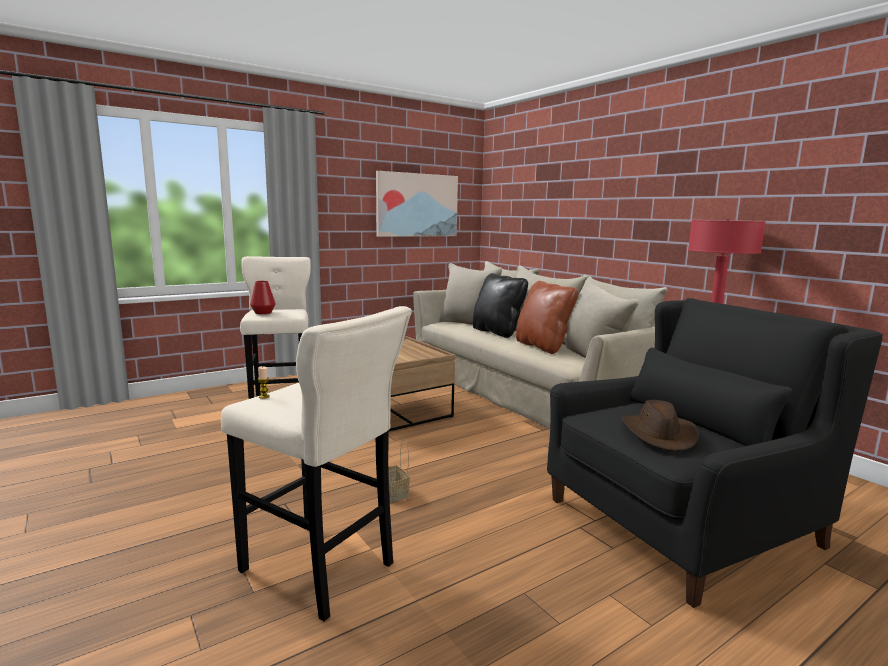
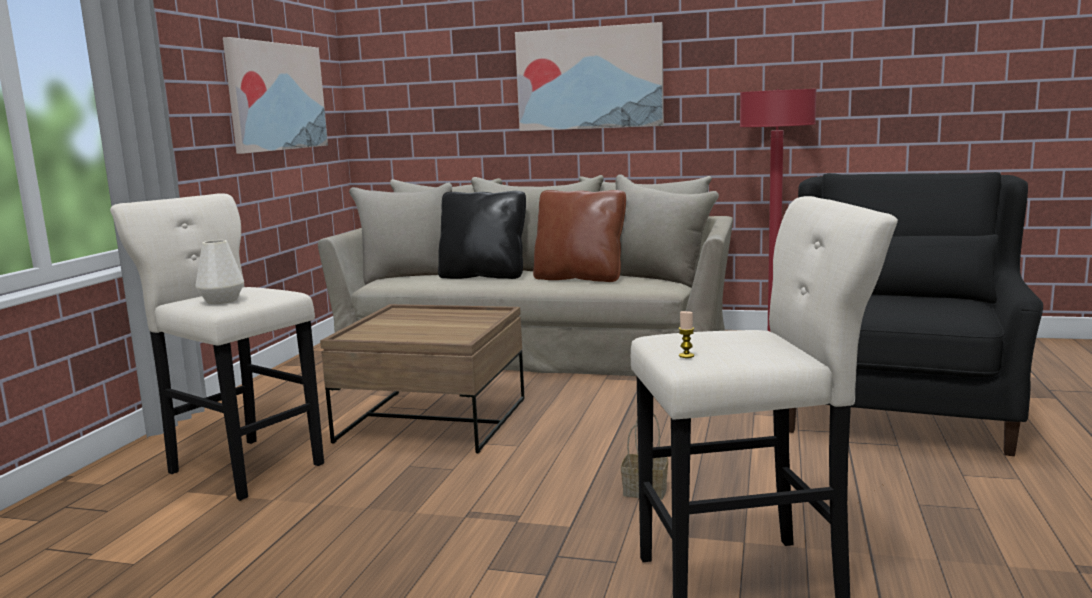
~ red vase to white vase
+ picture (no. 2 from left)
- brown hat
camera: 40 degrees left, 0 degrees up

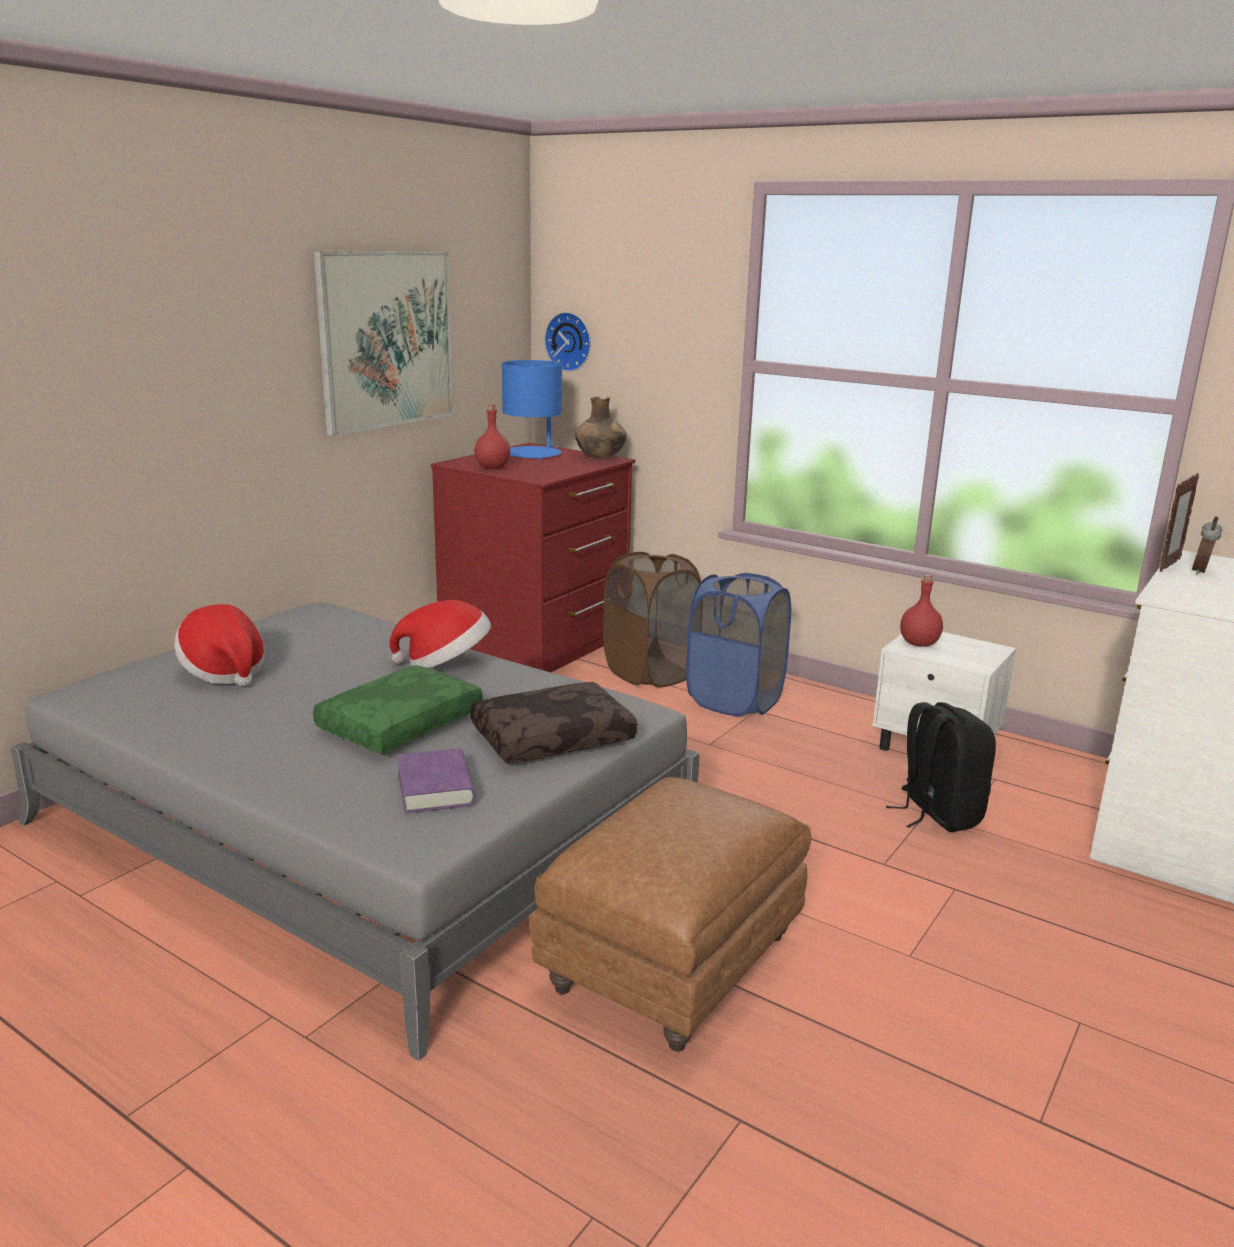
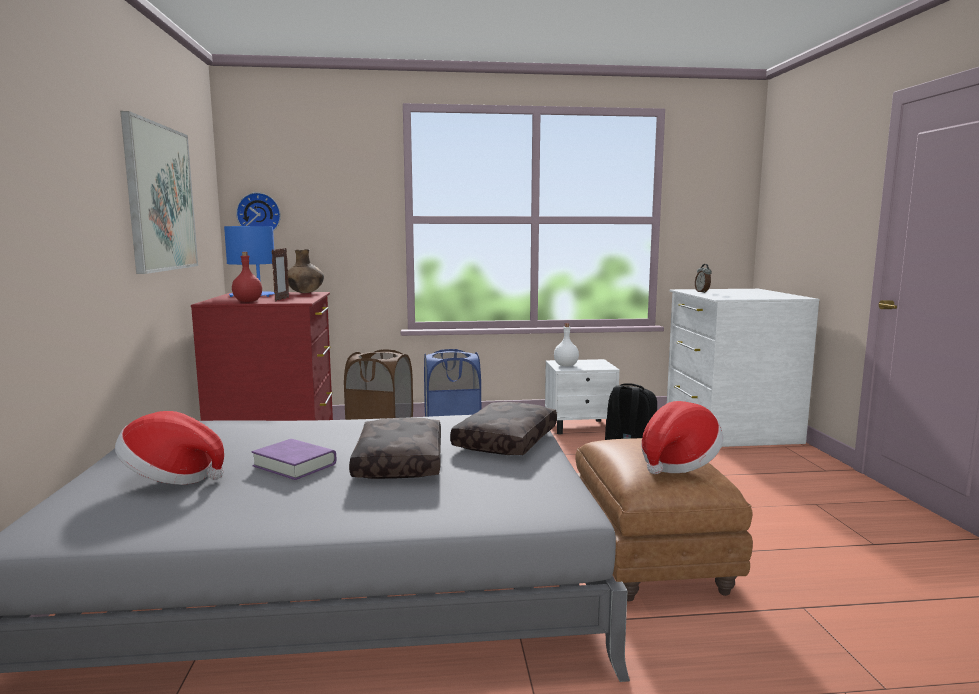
~ purple book
~ picture frame
~ green pillow to brown pillow (no. 1 from left)
~ red bottle (no. 2 from left) to white bottle
~ hat (no. 2 from left)
camera: 40 degrees left, 10 degrees down

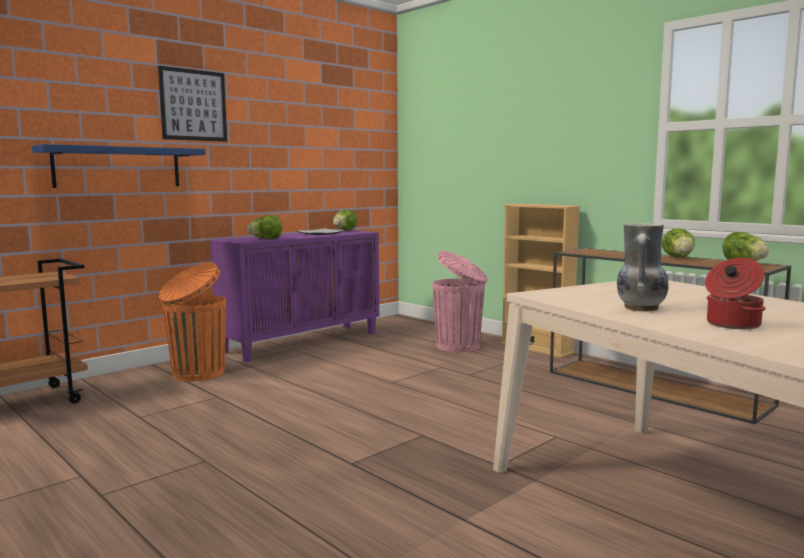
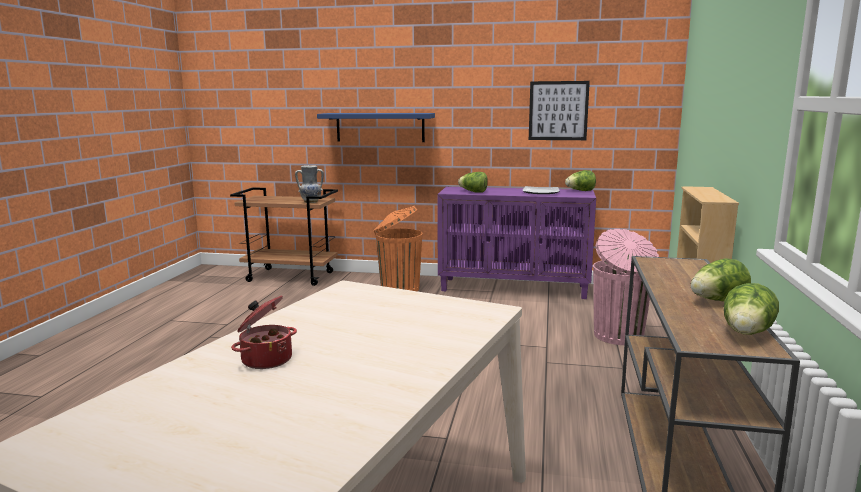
~ vase
~ picture
camera: 55 degrees right, 5 degrees up

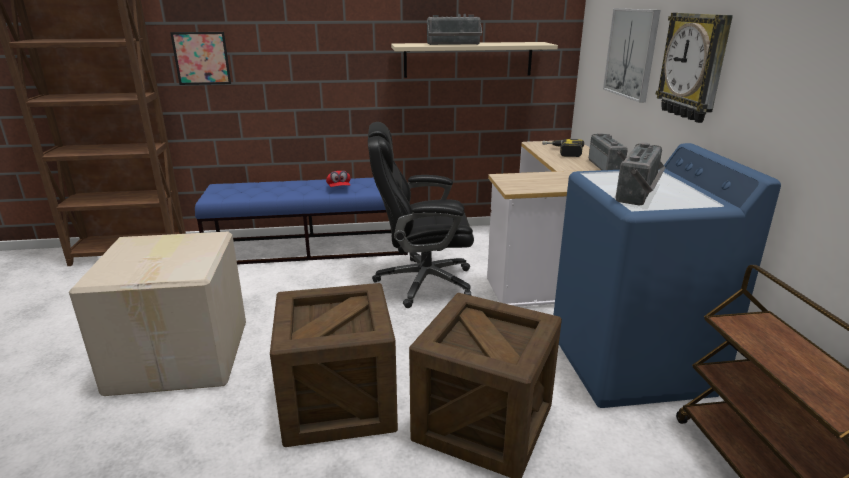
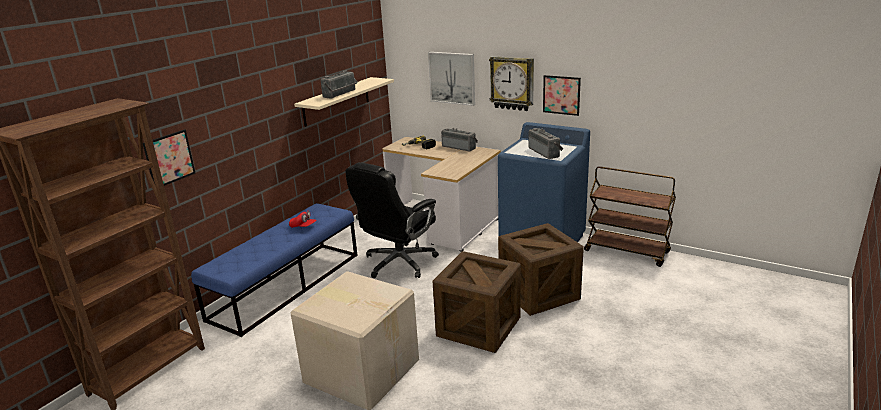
+ picture (no. 3 from left)
camera: 50 degrees left, 0 degrees up

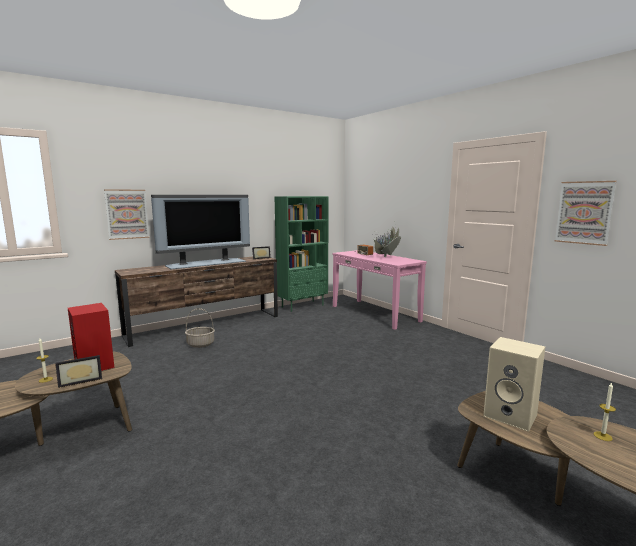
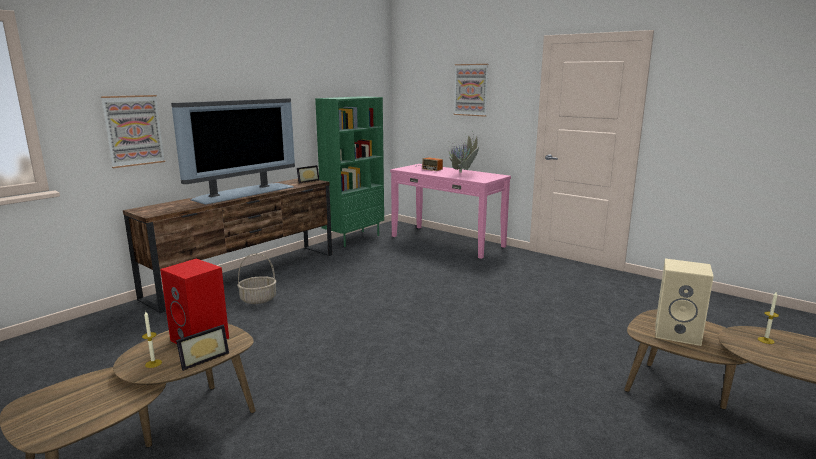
~ picture (no. 2 from left)
camera: 15 degrees left, 5 degrees up

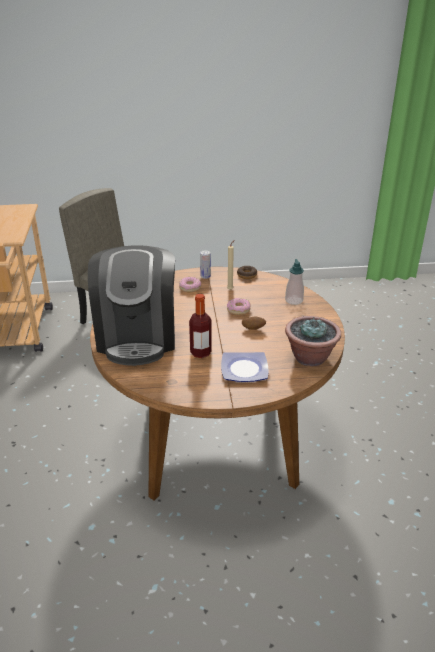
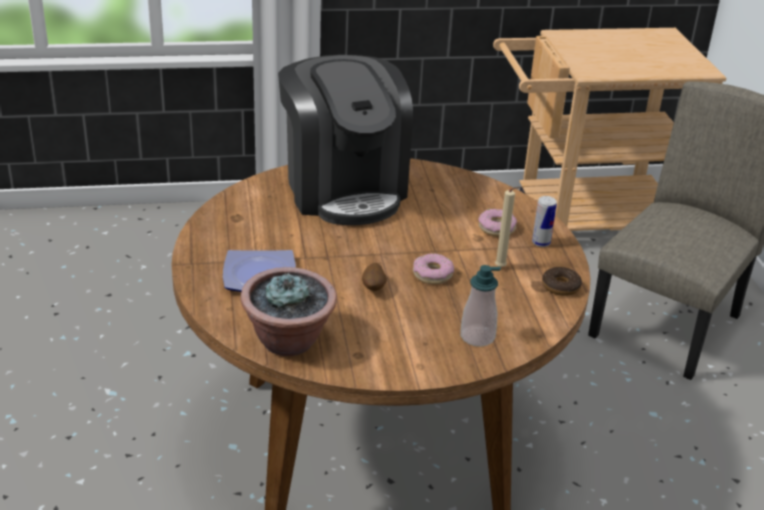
~ coffee machine 105 degrees counterclockwise
- bottle
camera: 85 degrees right, 0 degrees up

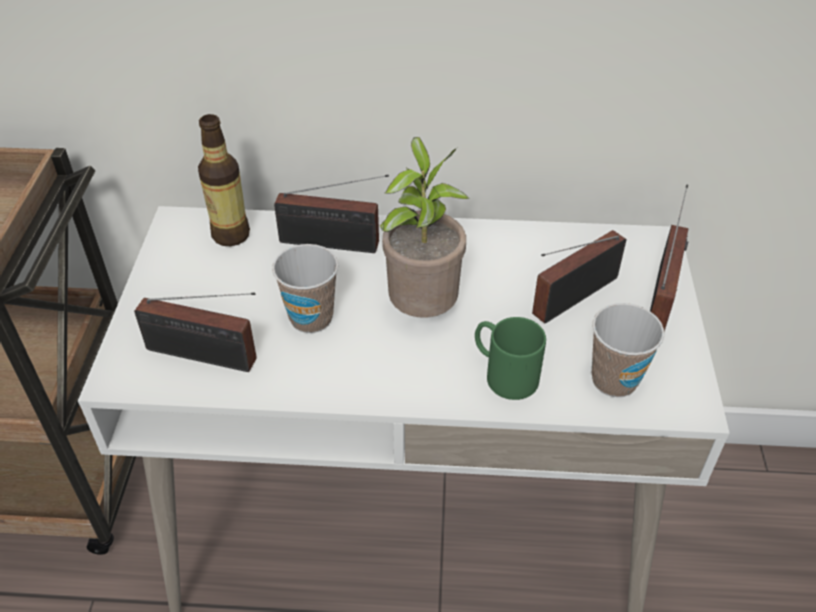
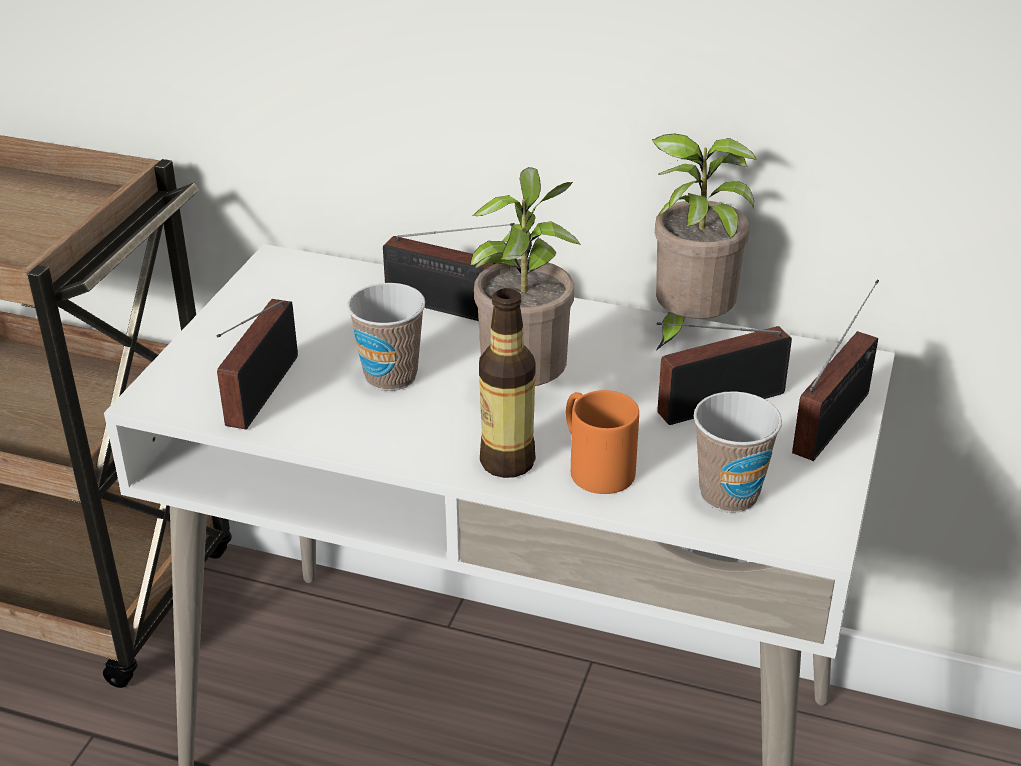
~ radio (no. 1 from left) 75 degrees clockwise
~ bottle
~ green mug to orange mug
+ potted plant (no. 2 from left)
camera: 15 degrees right, 10 degrees down

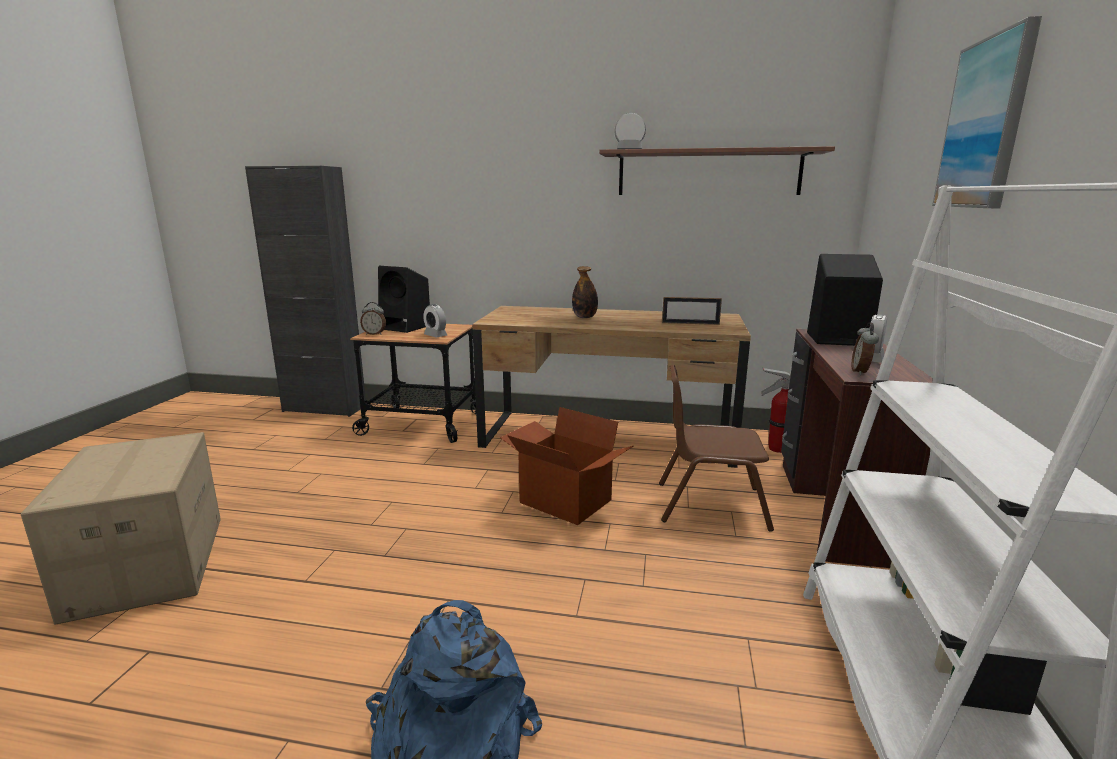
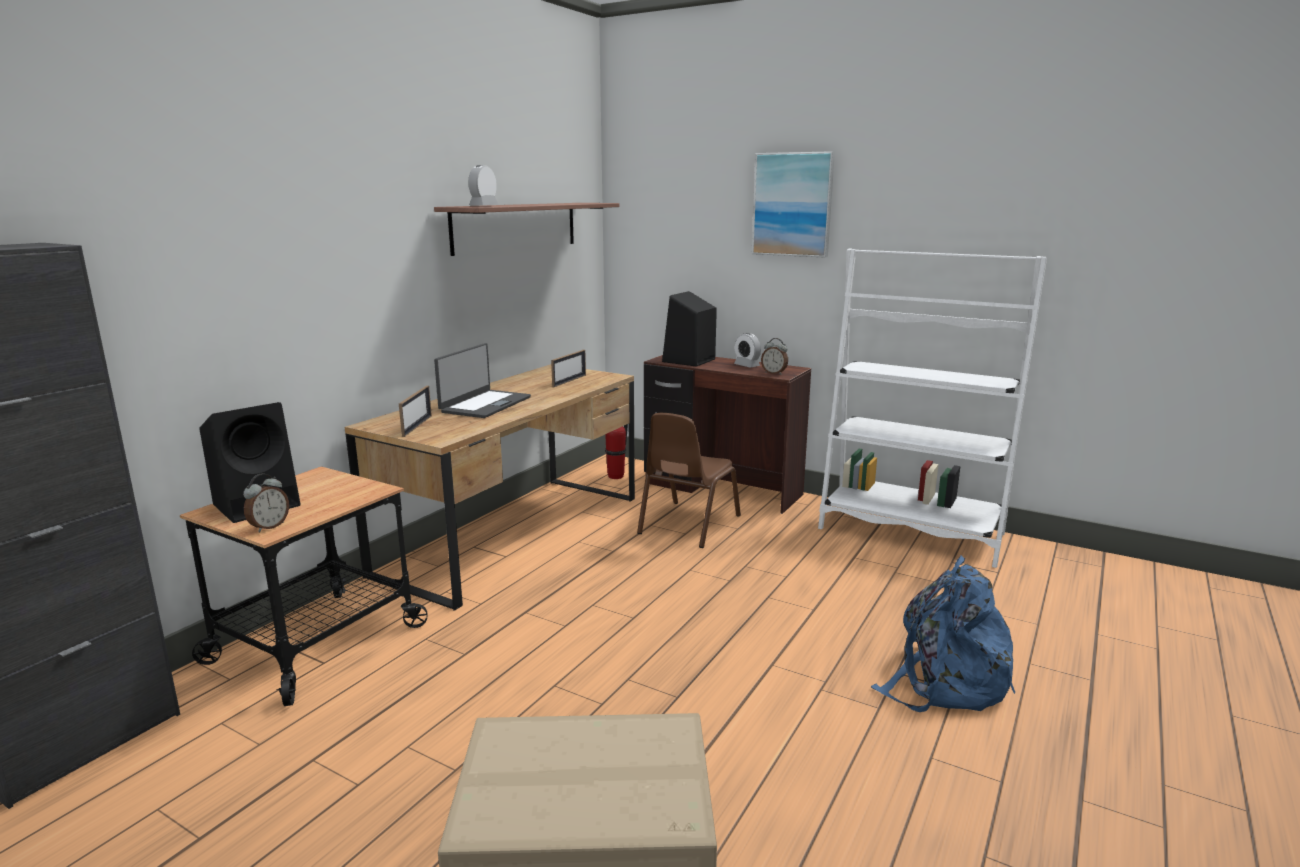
+ picture frame (no. 1 from left)
~ bottle to laptop
- alarm clock (no. 2 from left)
- cardboard box (no. 2 from left)
camera: 70 degrees left, 0 degrees up

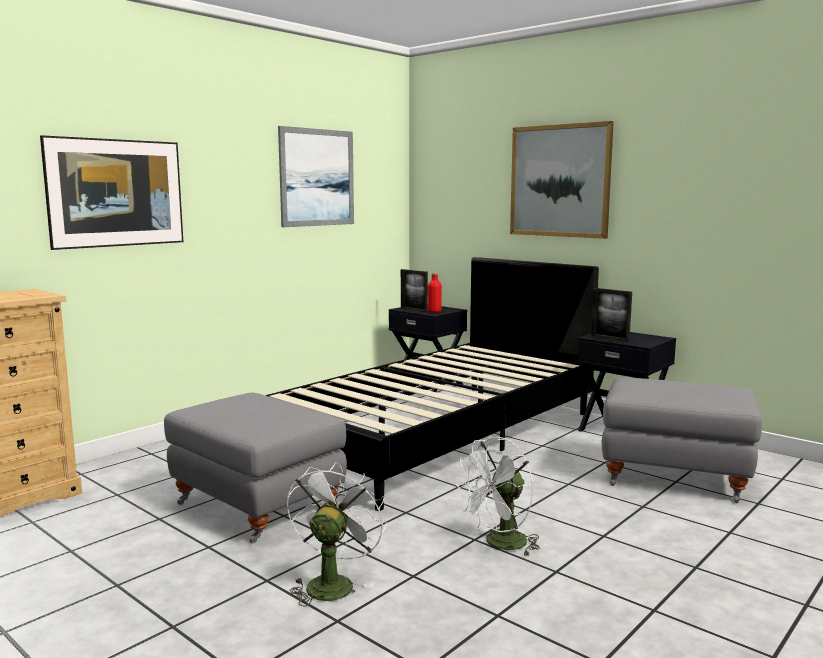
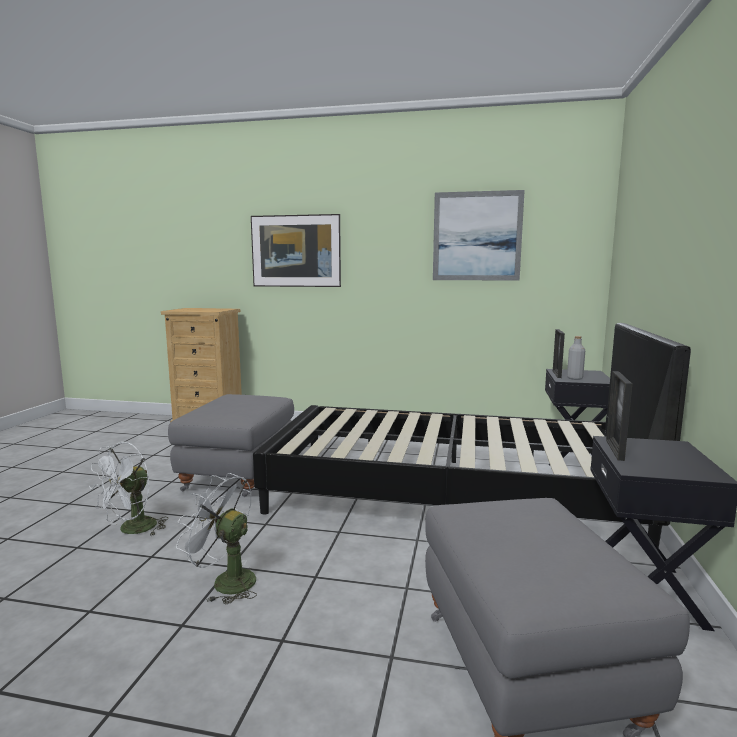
~ white fan (no. 1 from left) 135 degrees clockwise
~ red bottle to grey bottle
- picture (no. 3 from left)
camera: 60 degrees right, 0 degrees up

